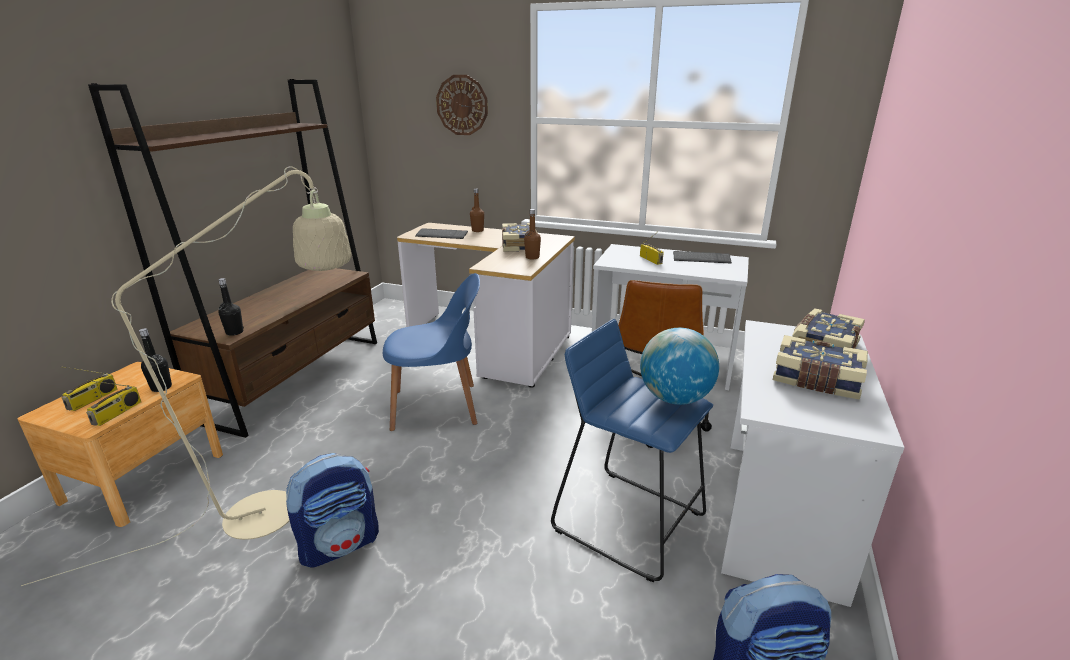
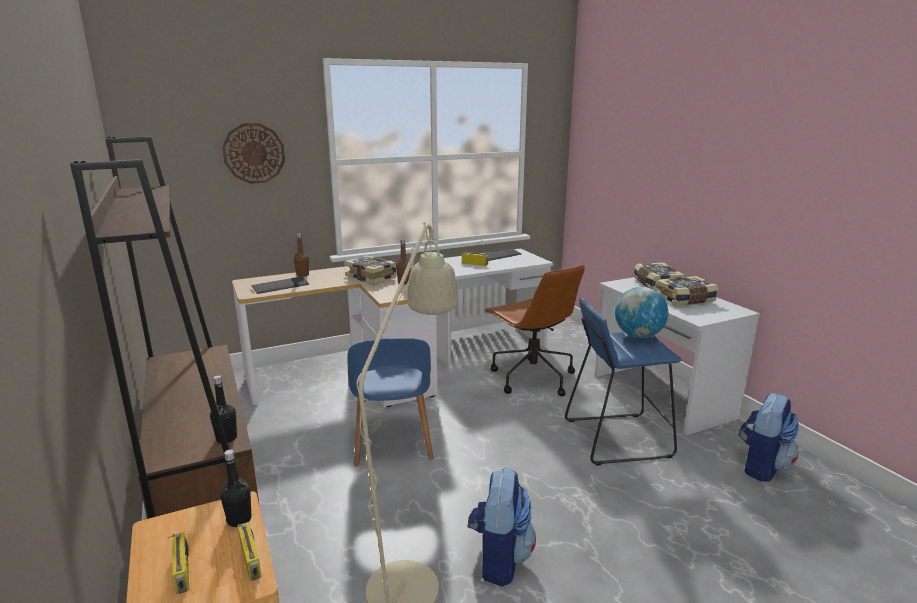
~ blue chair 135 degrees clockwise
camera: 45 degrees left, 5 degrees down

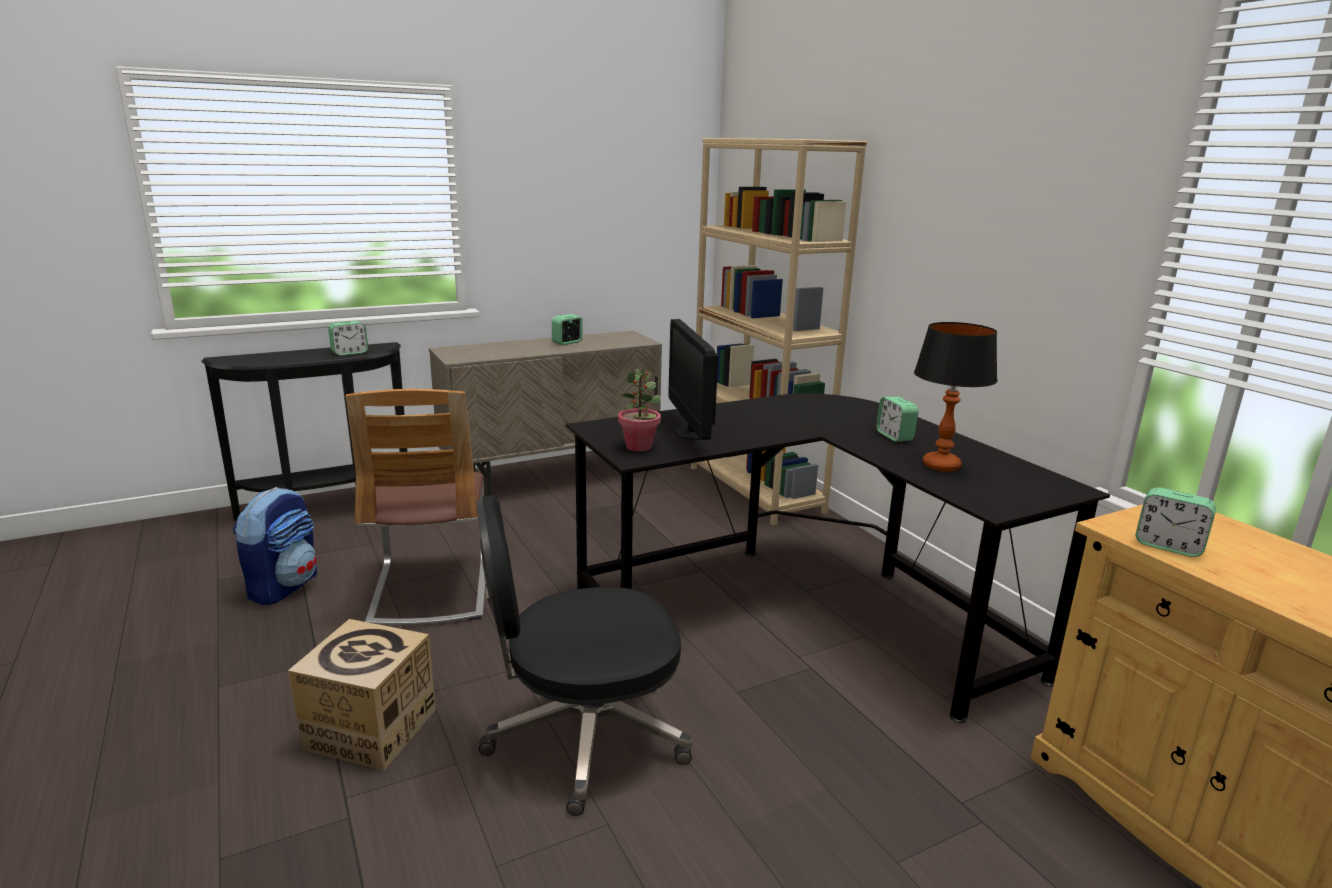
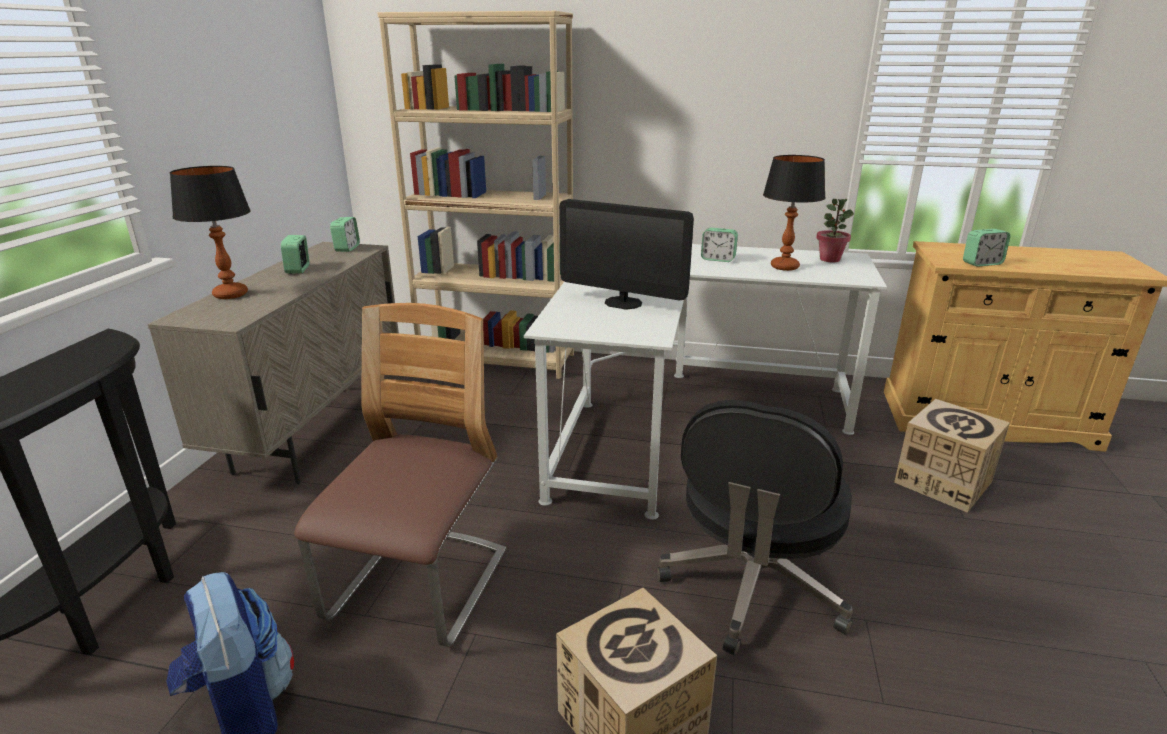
+ table lamp (no. 1 from left)
~ chair 105 degrees counterclockwise
~ alarm clock (no. 1 from left in the first image) to alarm clock (no. 2 from left)
~ black desk to white desk
~ potted plant
+ cardboard box (no. 2 from left)
camera: 50 degrees left, 5 degrees up

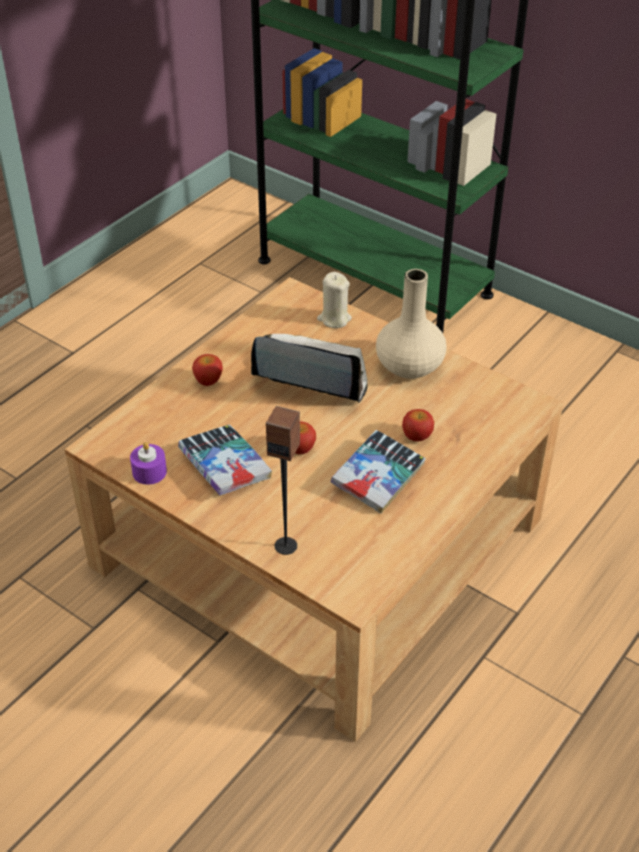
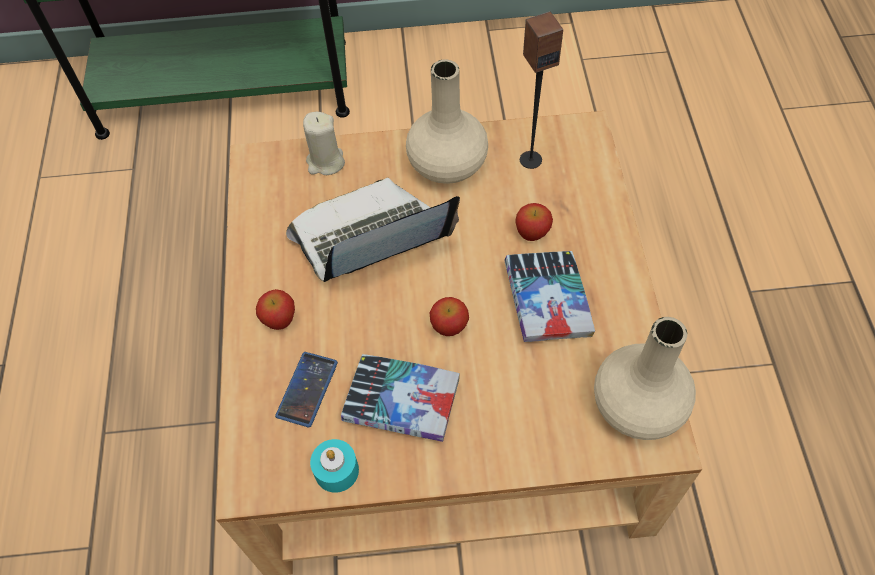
+ phone
~ purple candle to turquoise candle
~ speaker
+ beige vase (no. 2 from left)
camera: 40 degrees left, 15 degrees up

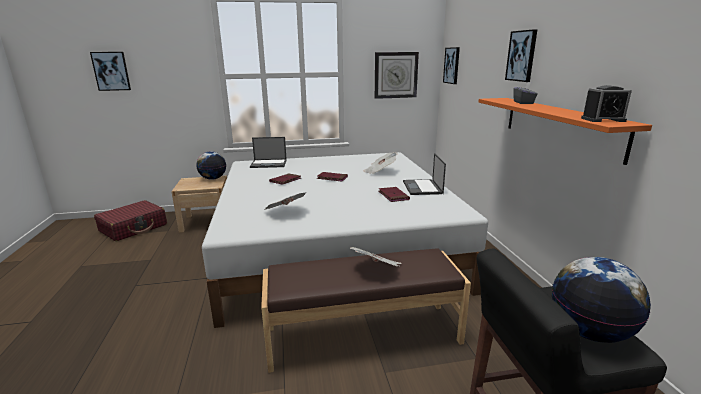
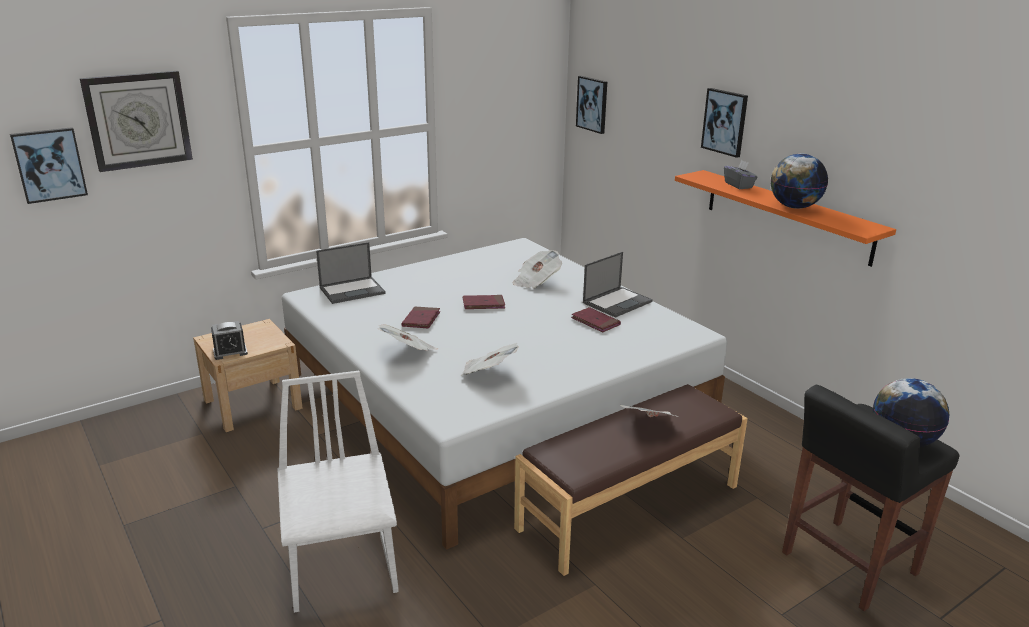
~ wall clock
~ alarm clock
+ white chair
+ newspaper (no. 1 from left)
~ laptop (no. 2 from left) 105 degrees counterclockwise
~ globe (no. 1 from left)
- red suitcase
camera: 25 degrees left, 5 degrees up

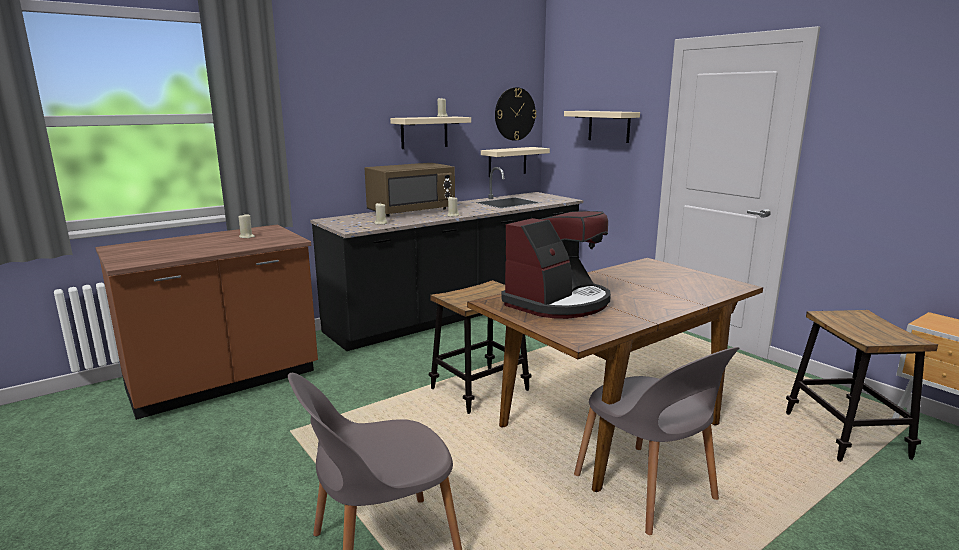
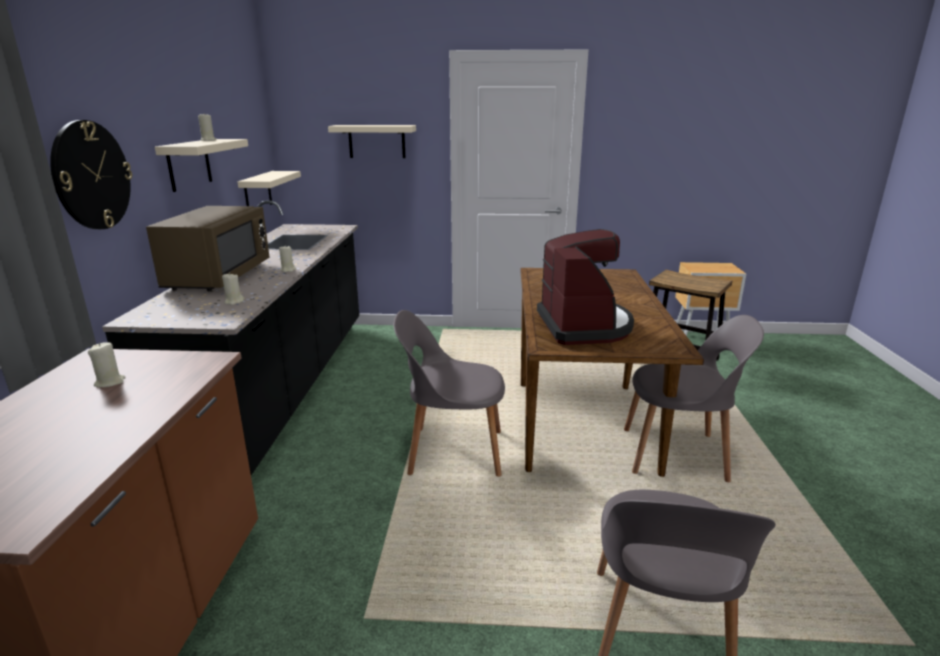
~ wall clock
~ stool (no. 1 from left) to grey chair (no. 1 from left)
camera: 50 degrees left, 5 degrees up

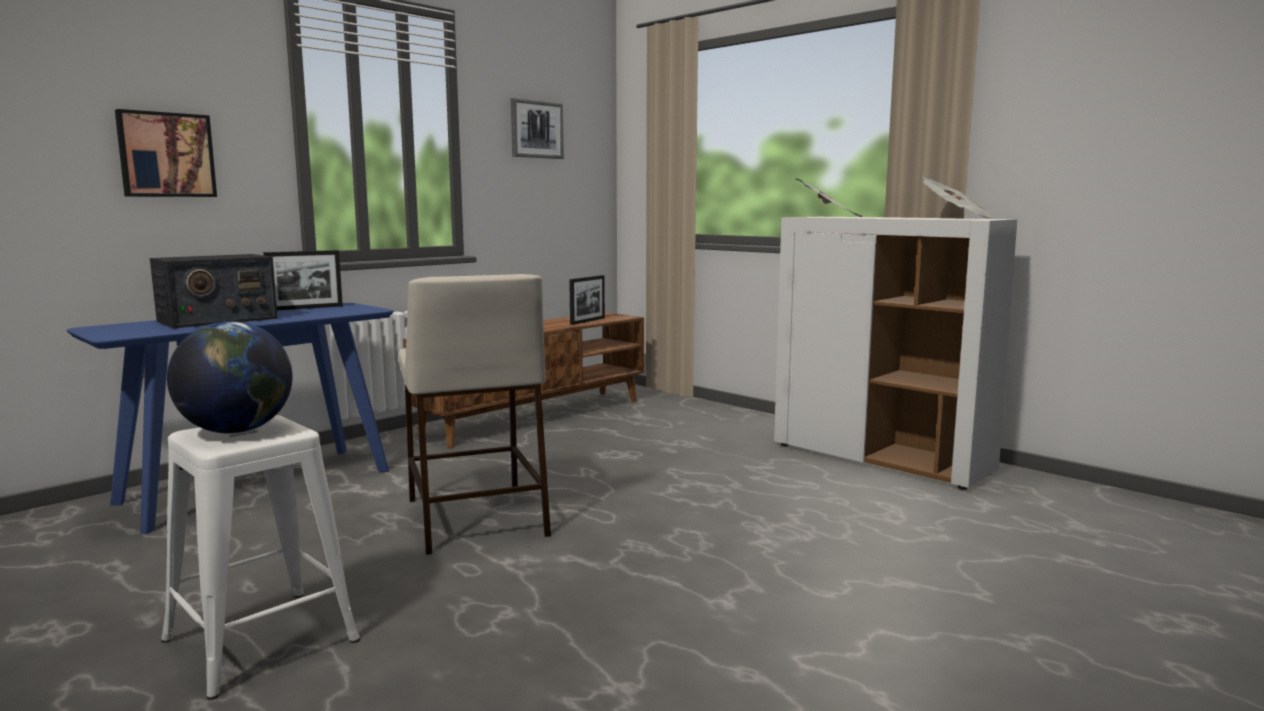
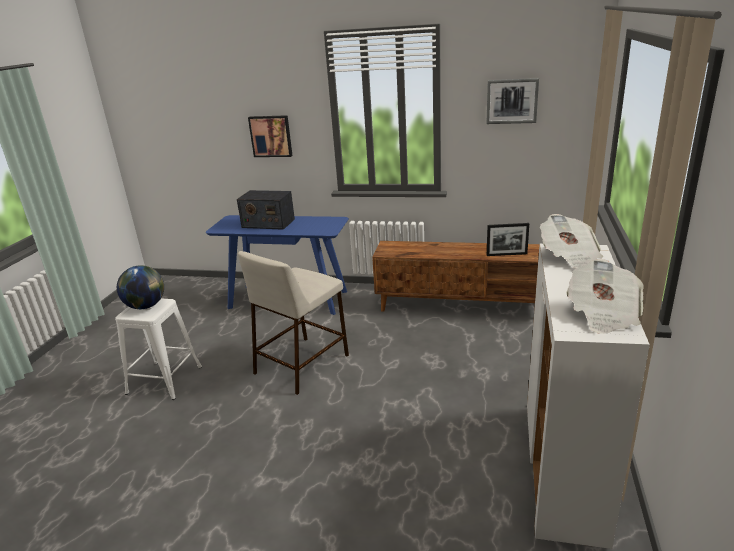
- picture frame (no. 1 from left)
camera: 60 degrees right, 15 degrees up

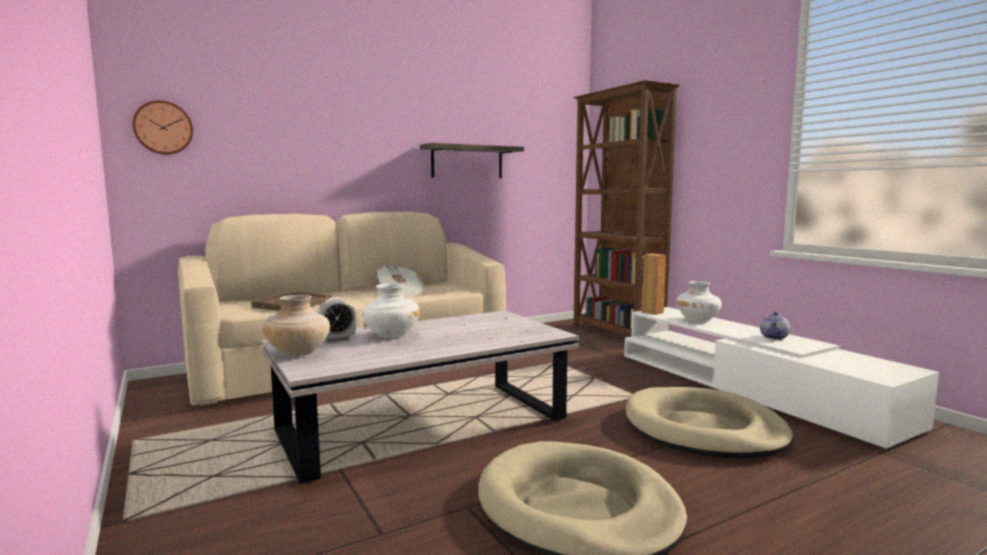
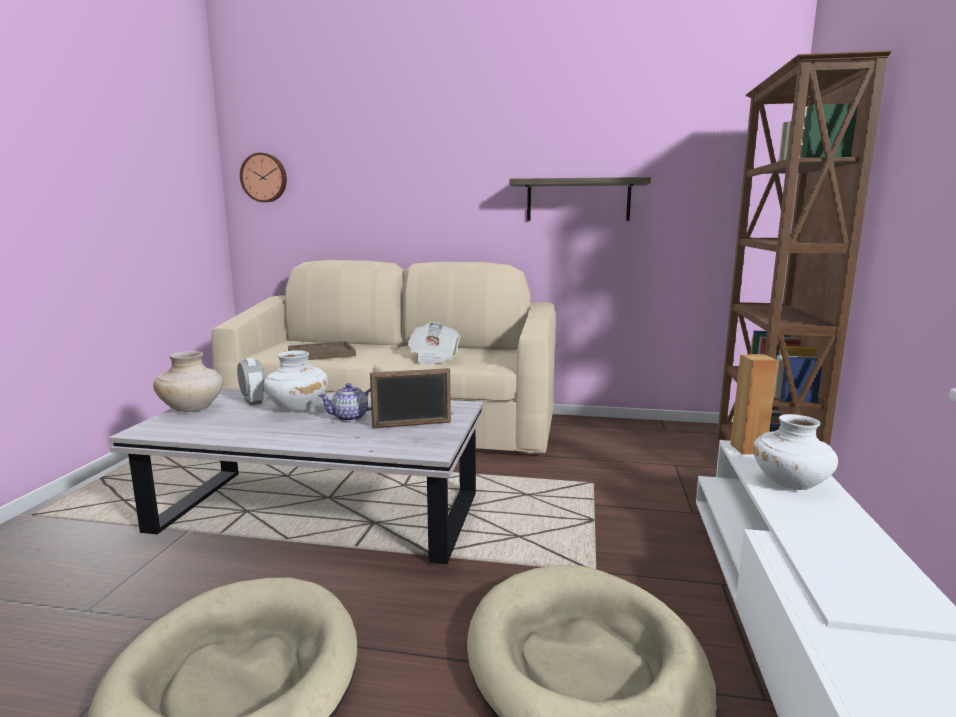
~ alarm clock 135 degrees counterclockwise
~ teapot
+ picture frame
camera: 40 degrees right, 5 degrees up

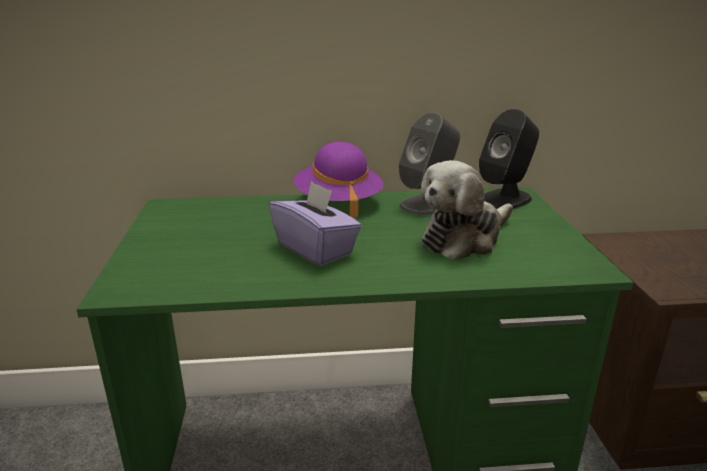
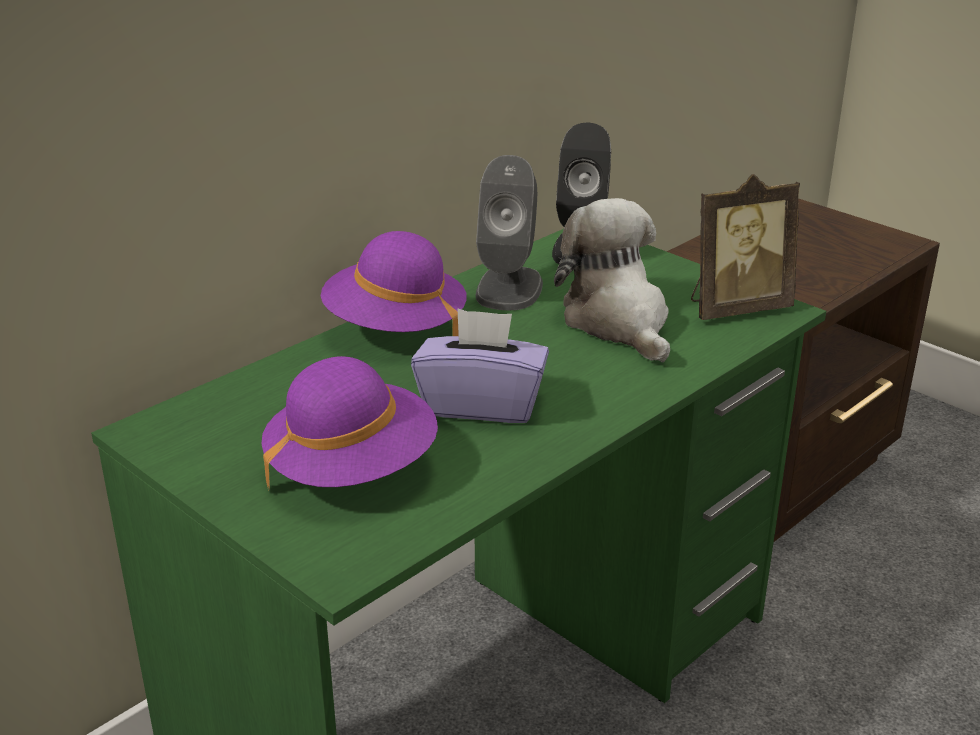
+ purple hat (no. 1 from left)
~ plush toy 150 degrees clockwise
+ picture frame
camera: 40 degrees left, 5 degrees up

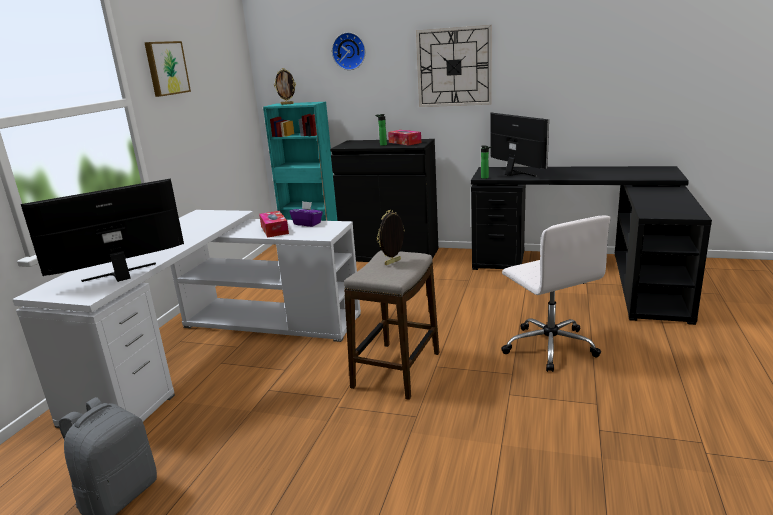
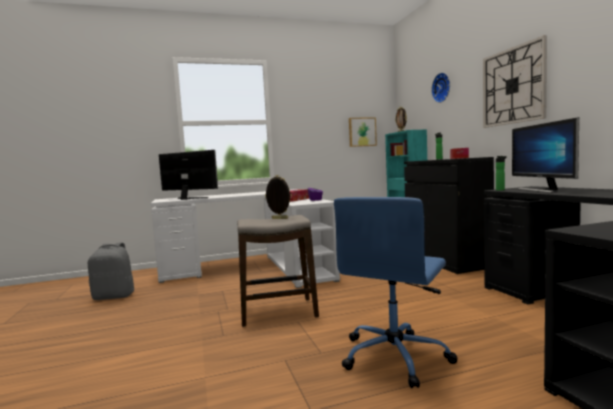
~ white office chair to blue office chair
~ picture
~ monitor (no. 2 from left) 150 degrees clockwise
camera: 55 degrees right, 15 degrees down

